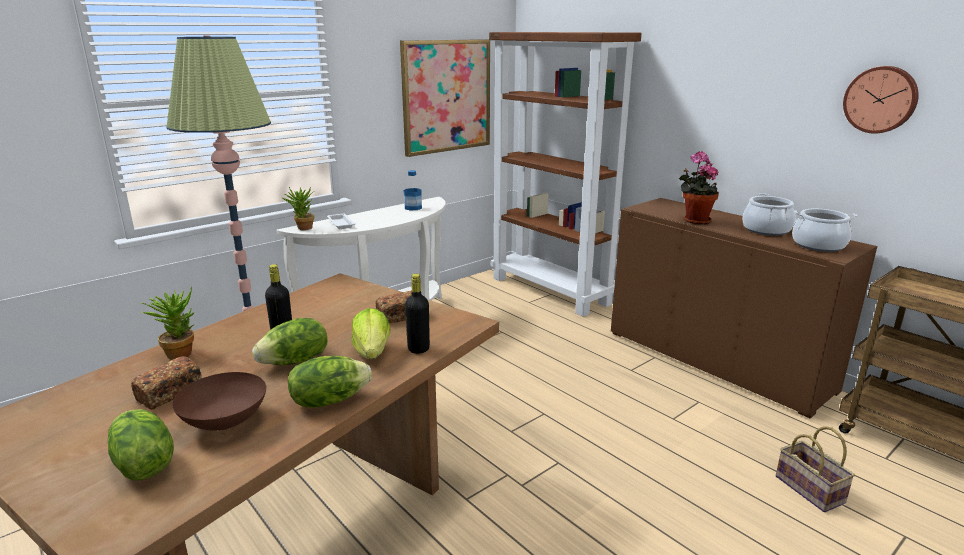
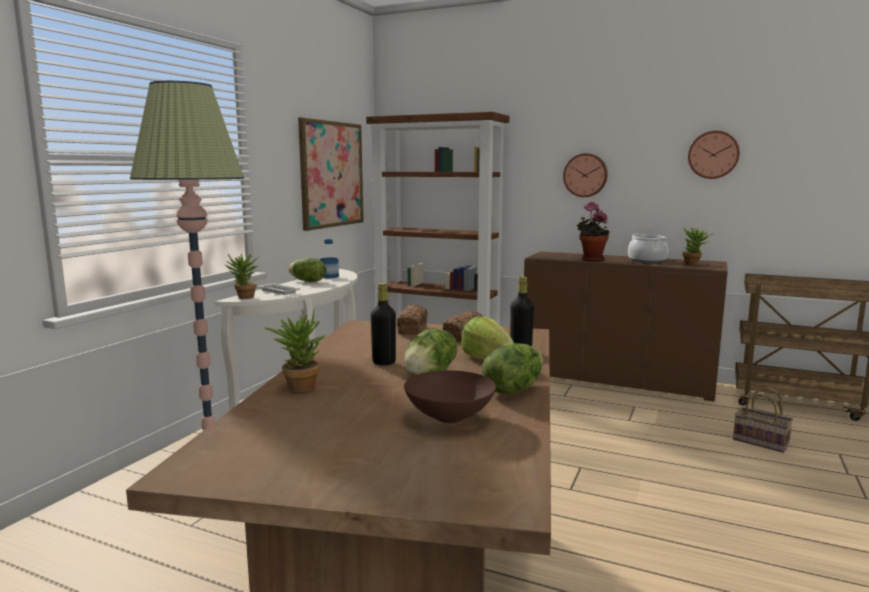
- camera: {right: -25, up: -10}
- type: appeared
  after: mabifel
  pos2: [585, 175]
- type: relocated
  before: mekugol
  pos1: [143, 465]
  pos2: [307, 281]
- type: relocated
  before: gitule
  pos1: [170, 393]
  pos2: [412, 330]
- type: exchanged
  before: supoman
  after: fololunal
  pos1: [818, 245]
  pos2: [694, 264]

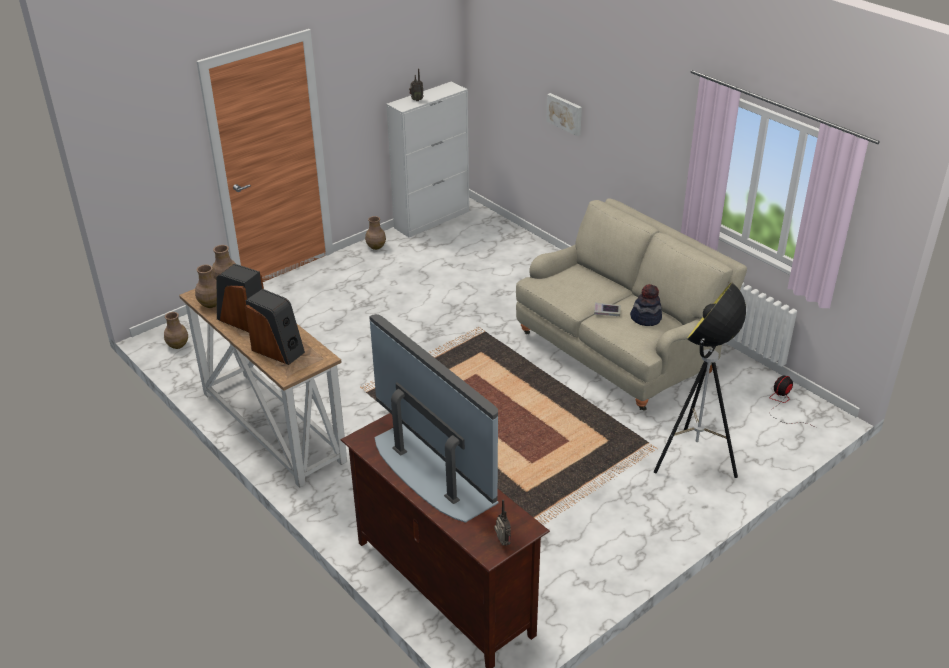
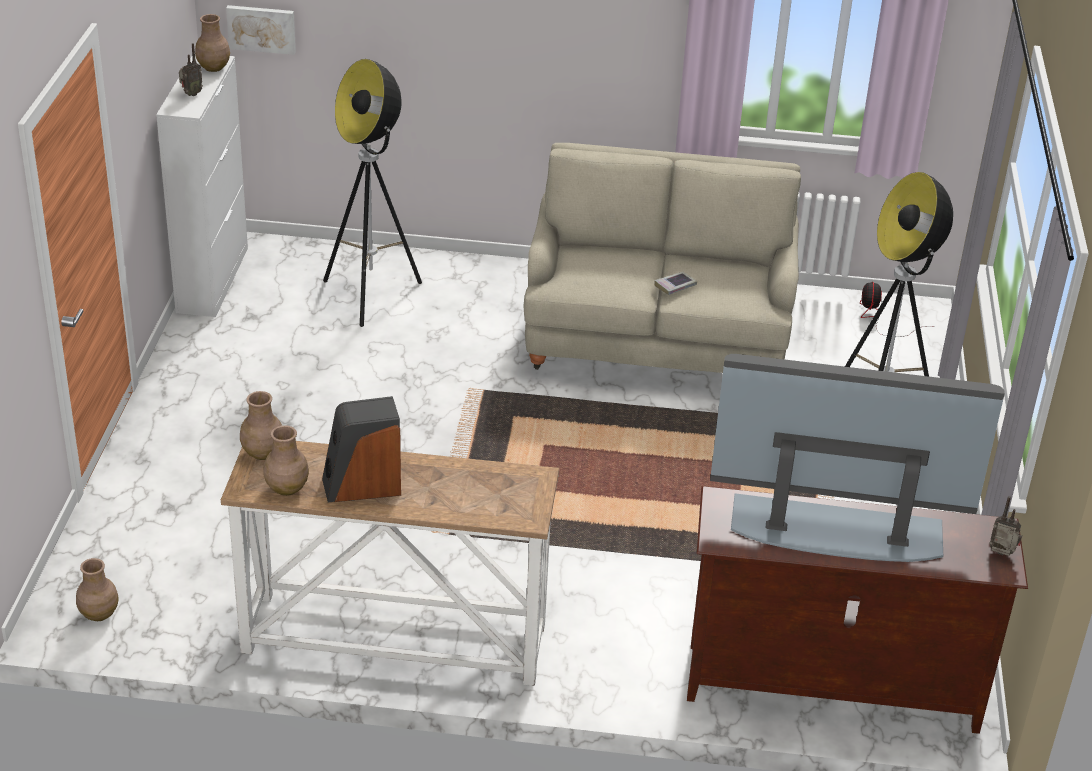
- camera: {right: -45, up: 0}
- type: missing
  before: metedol
  pos1: [278, 350]
- type: missing
  before: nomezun
  pos1: [646, 318]
- type: appeared
  after: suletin
  pos2: [372, 296]
- type: relocated
  before: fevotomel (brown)
  pos1: [376, 247]
  pos2: [213, 68]
- type: relocated
  before: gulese
  pos1: [565, 113]
  pos2: [262, 28]

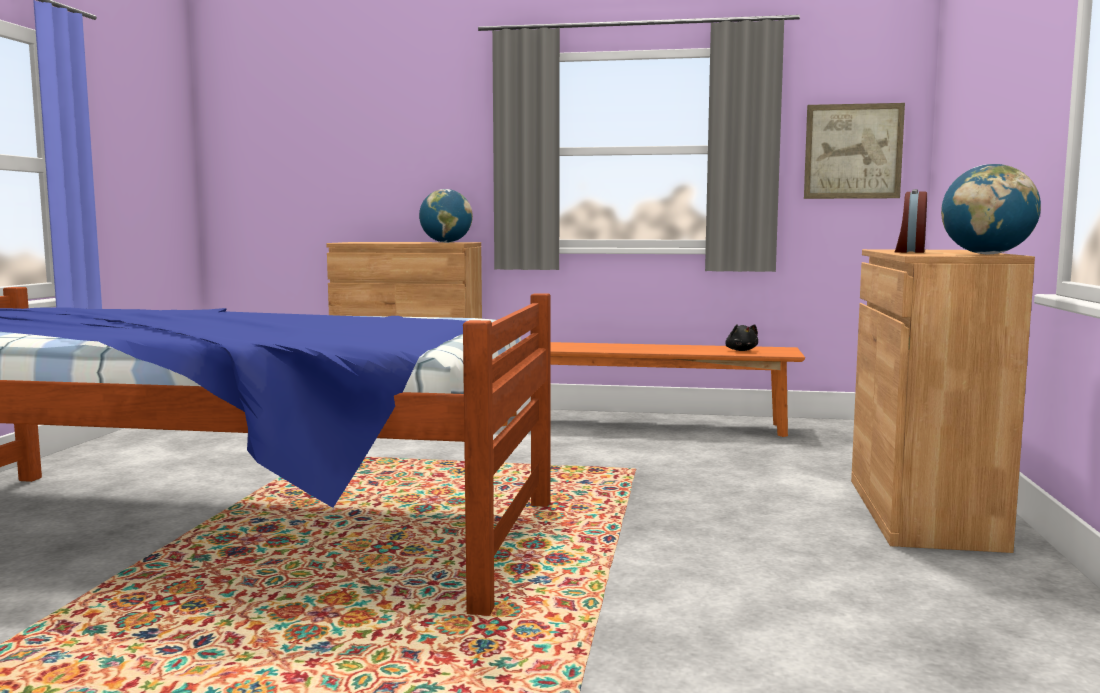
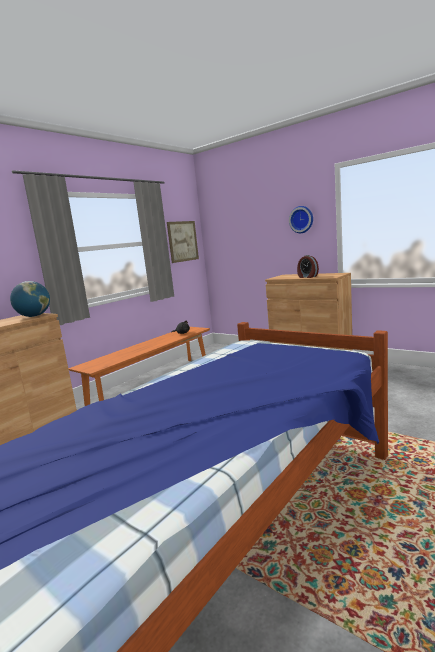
- camera: {right: -60, up: 5}
- type: missing
  before: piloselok
  pos1: [987, 254]
- type: appeared
  after: mabifel
  pos2: [301, 219]

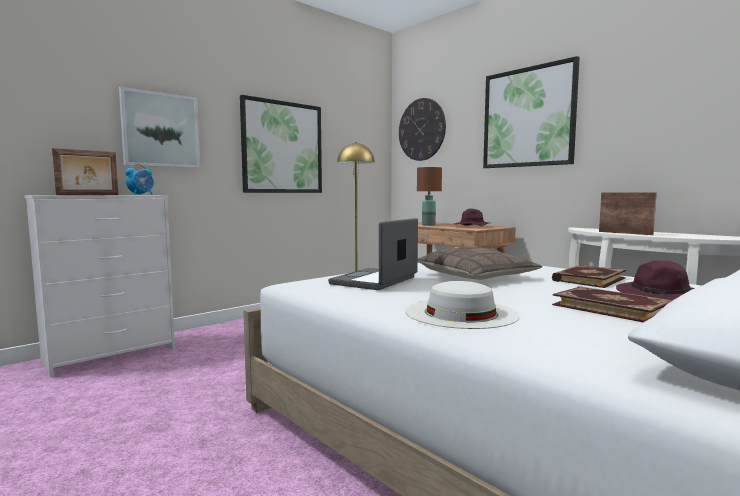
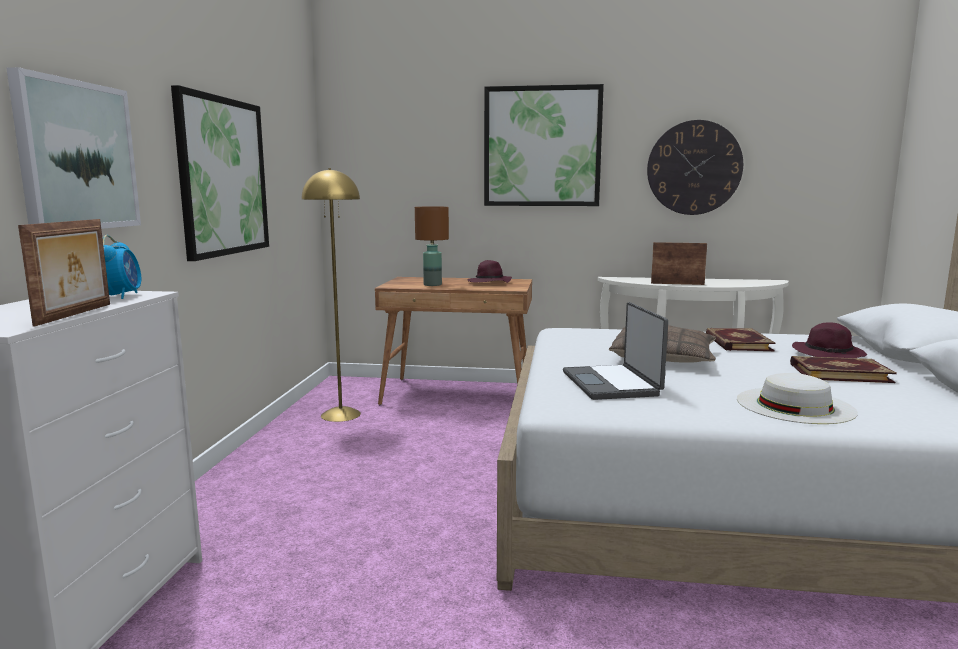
- camera: {right: -40, up: 5}
- type: relocated
  before: mabifel
  pos1: [421, 129]
  pos2: [694, 168]

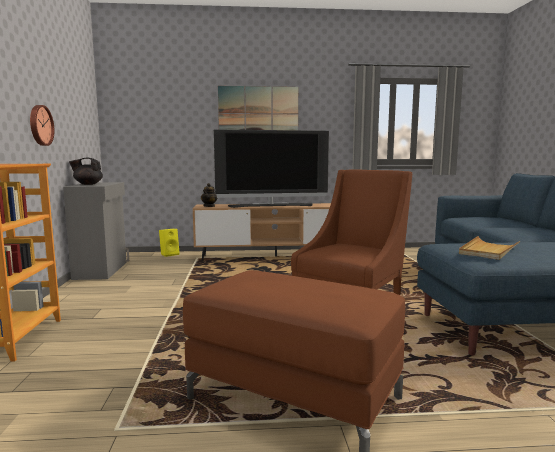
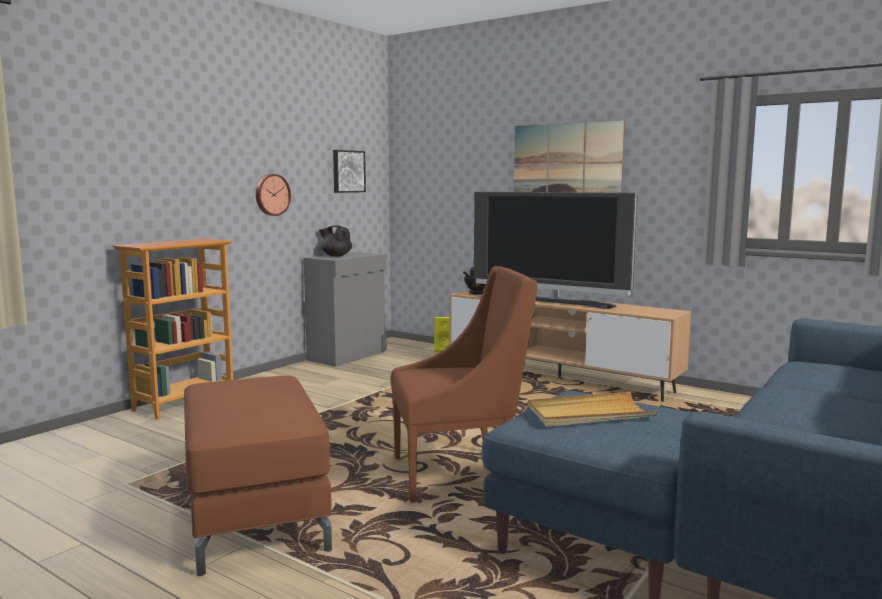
- camera: {right: 40, up: 0}
- type: appeared
  after: gulese
  pos2: [348, 171]

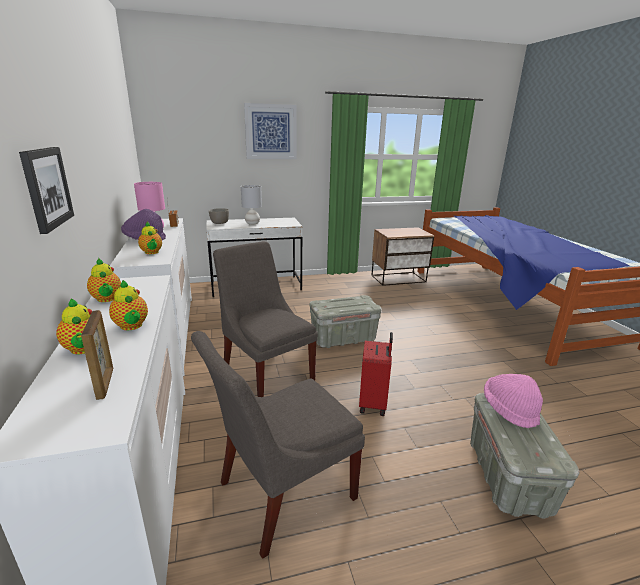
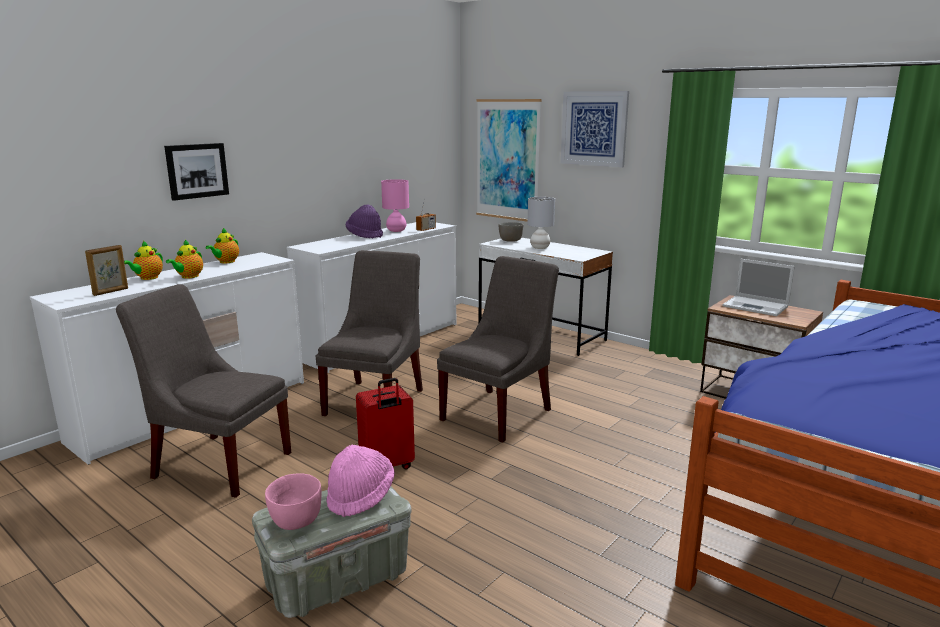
- camera: {right: 55, up: -5}
- type: missing
  before: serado
  pos1: [152, 252]
- type: appeared
  after: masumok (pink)
  pos2: [295, 521]
- type: appeared
  after: gulese
  pos2: [507, 160]
- type: appeared
  after: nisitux
  pos2: [756, 306]
- type: exchanged
  before: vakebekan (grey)
  after: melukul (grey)
  pos1: [343, 338]
  pos2: [499, 413]

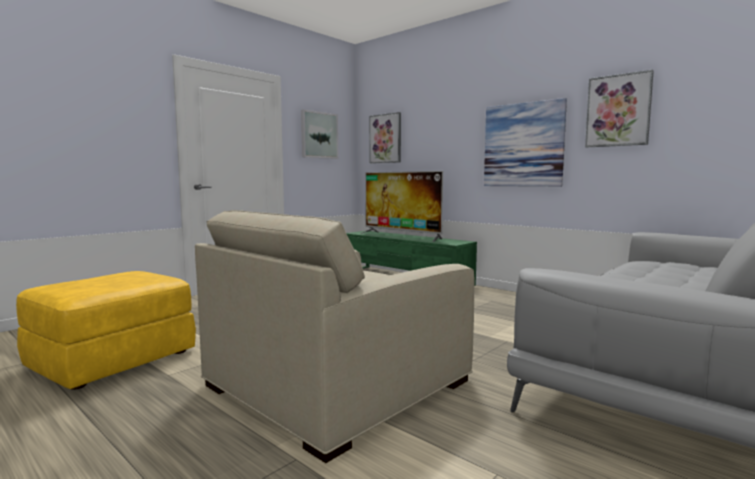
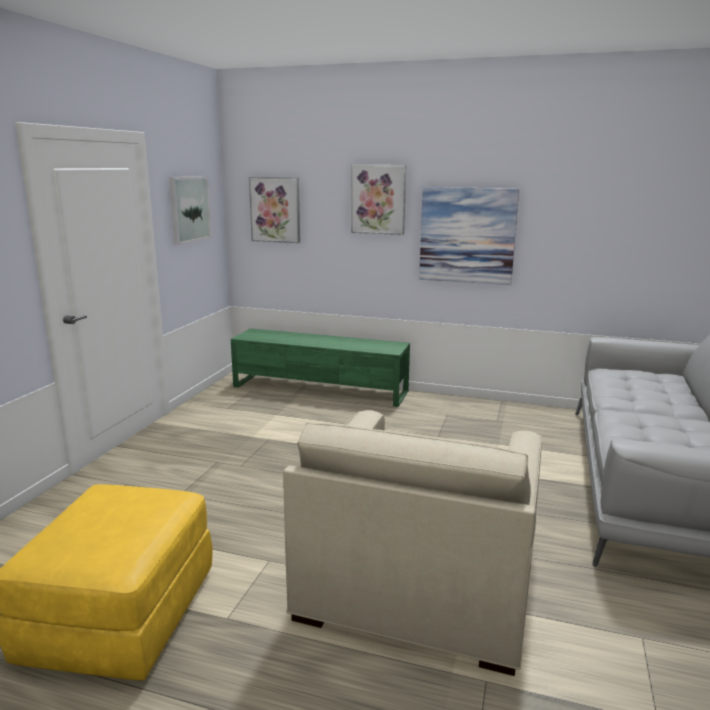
- camera: {right: -25, up: 10}
- type: missing
  before: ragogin
  pos1: [402, 236]
- type: relocated
  before: gulese
  pos1: [618, 110]
  pos2: [378, 199]

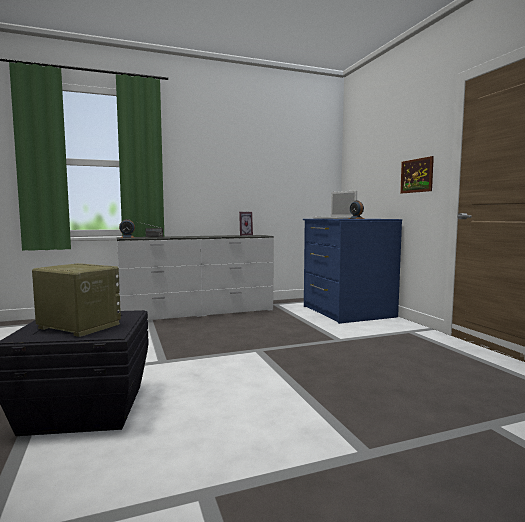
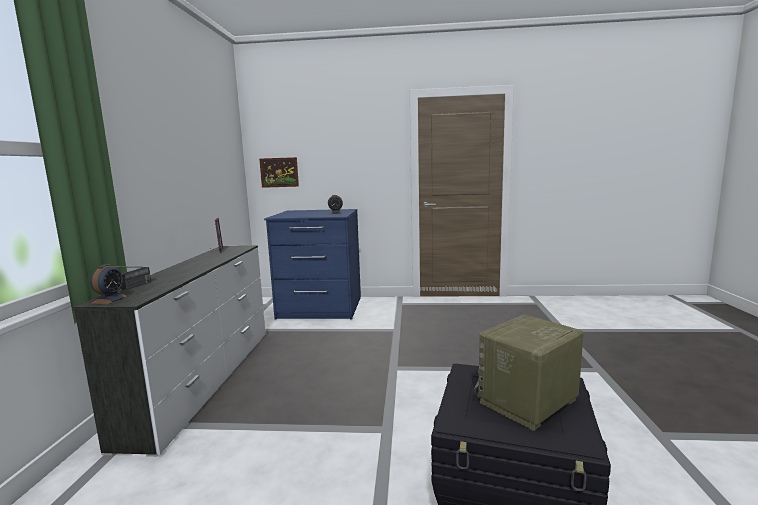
- camera: {right: -65, up: 5}
- type: missing
  before: nisitux
  pos1: [335, 218]
- type: relocated
  before: gulese
  pos1: [416, 175]
  pos2: [279, 172]

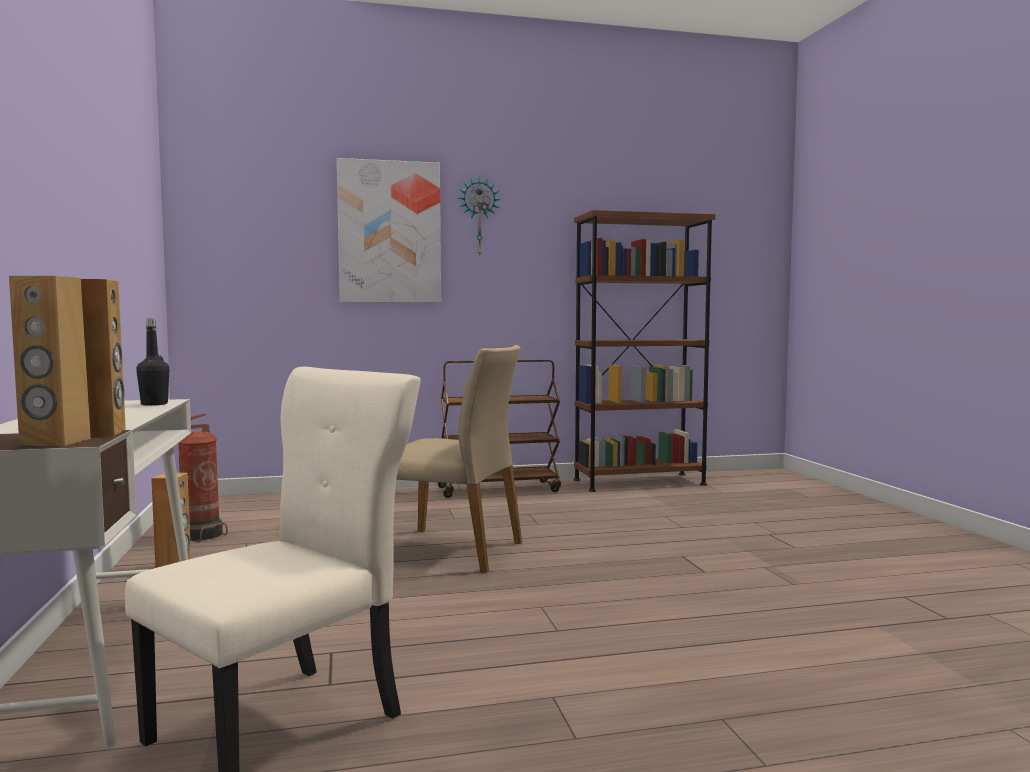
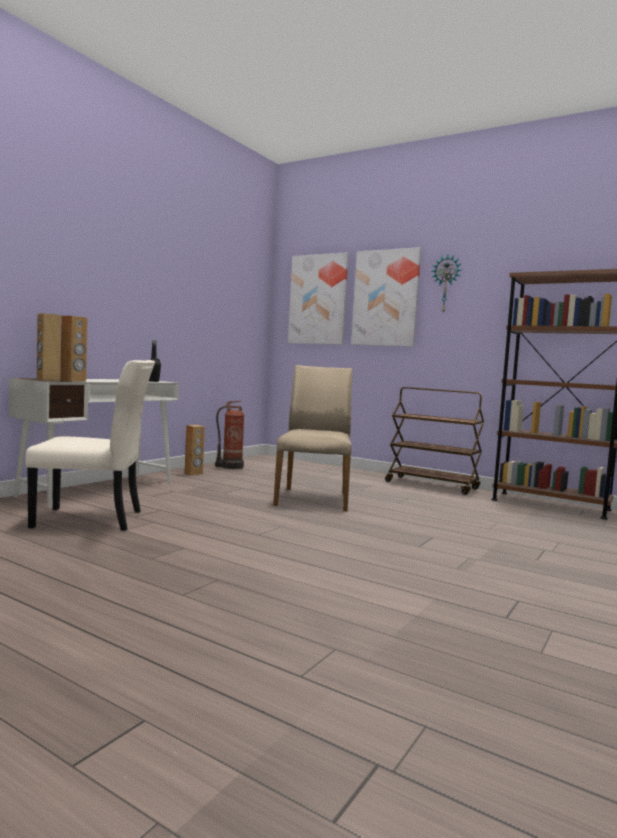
- camera: {right: 45, up: 0}
- type: appeared
  after: gulese
  pos2: [318, 299]
- type: spun
  before: melukul (beige)
  pos1: [451, 550]
  pos2: [313, 498]
  turn: -150

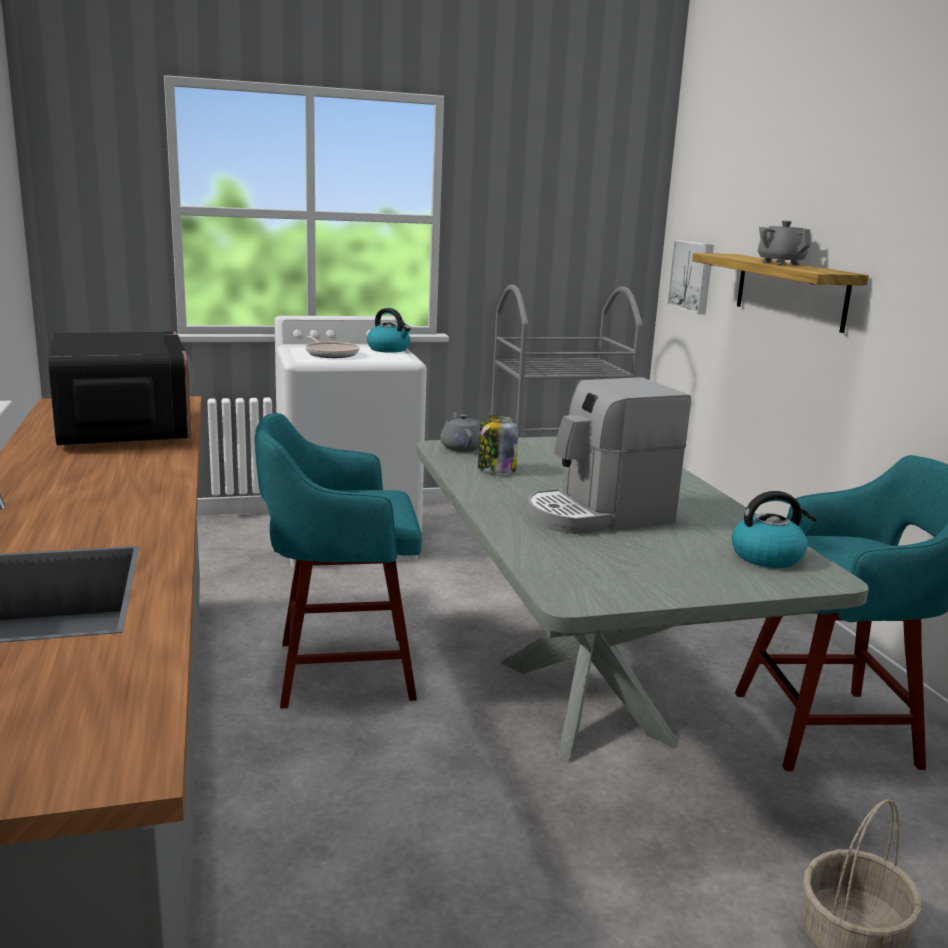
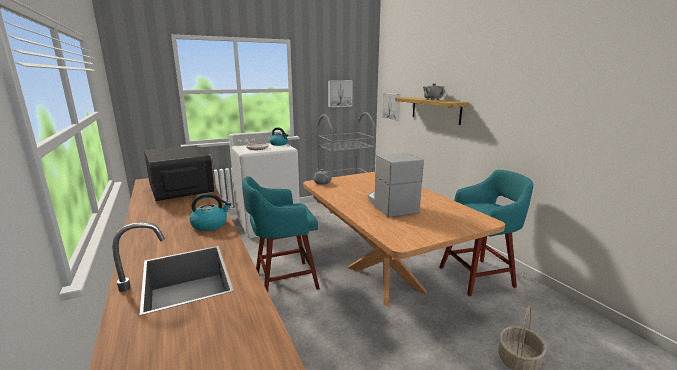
- camera: {right: -10, up: 0}
- type: missing
  before: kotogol
  pos1: [496, 470]
- type: appeared
  after: gulese
  pos2: [339, 93]
- type: relocated
  before: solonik
  pos1: [768, 556]
  pos2: [210, 225]
- type: colour
  before: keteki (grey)
  after: keteki (brown)
  pos1: [583, 701]
  pos2: [384, 279]
- type: spun
  before: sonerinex
  pos1: [598, 515]
  pos2: [390, 205]
  turn: 105

